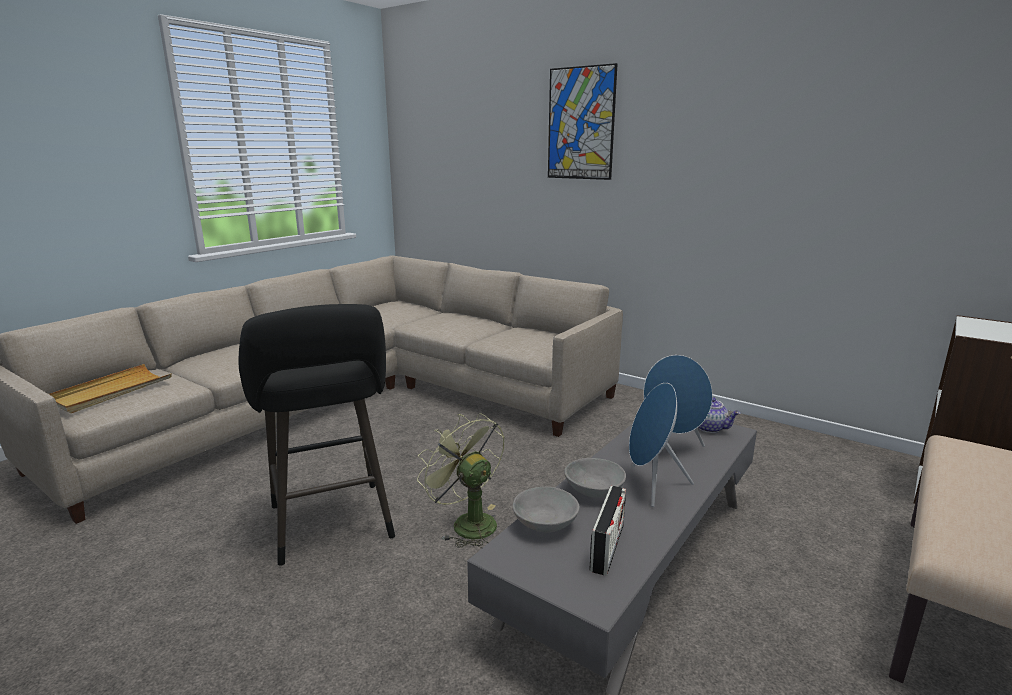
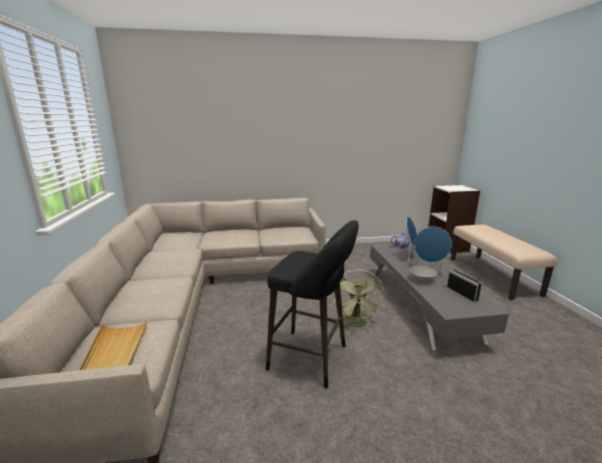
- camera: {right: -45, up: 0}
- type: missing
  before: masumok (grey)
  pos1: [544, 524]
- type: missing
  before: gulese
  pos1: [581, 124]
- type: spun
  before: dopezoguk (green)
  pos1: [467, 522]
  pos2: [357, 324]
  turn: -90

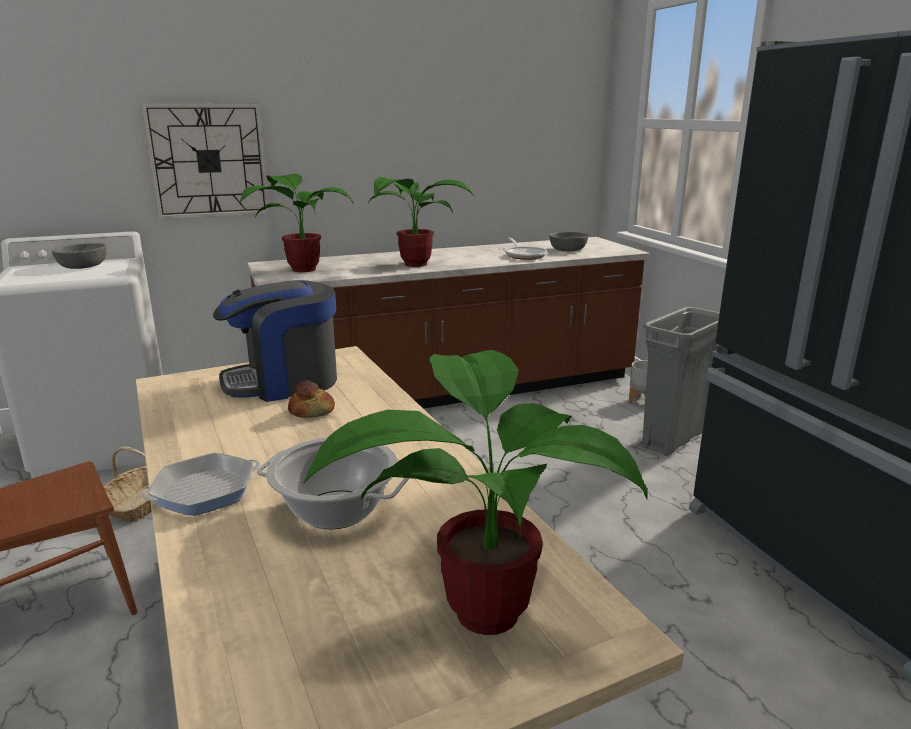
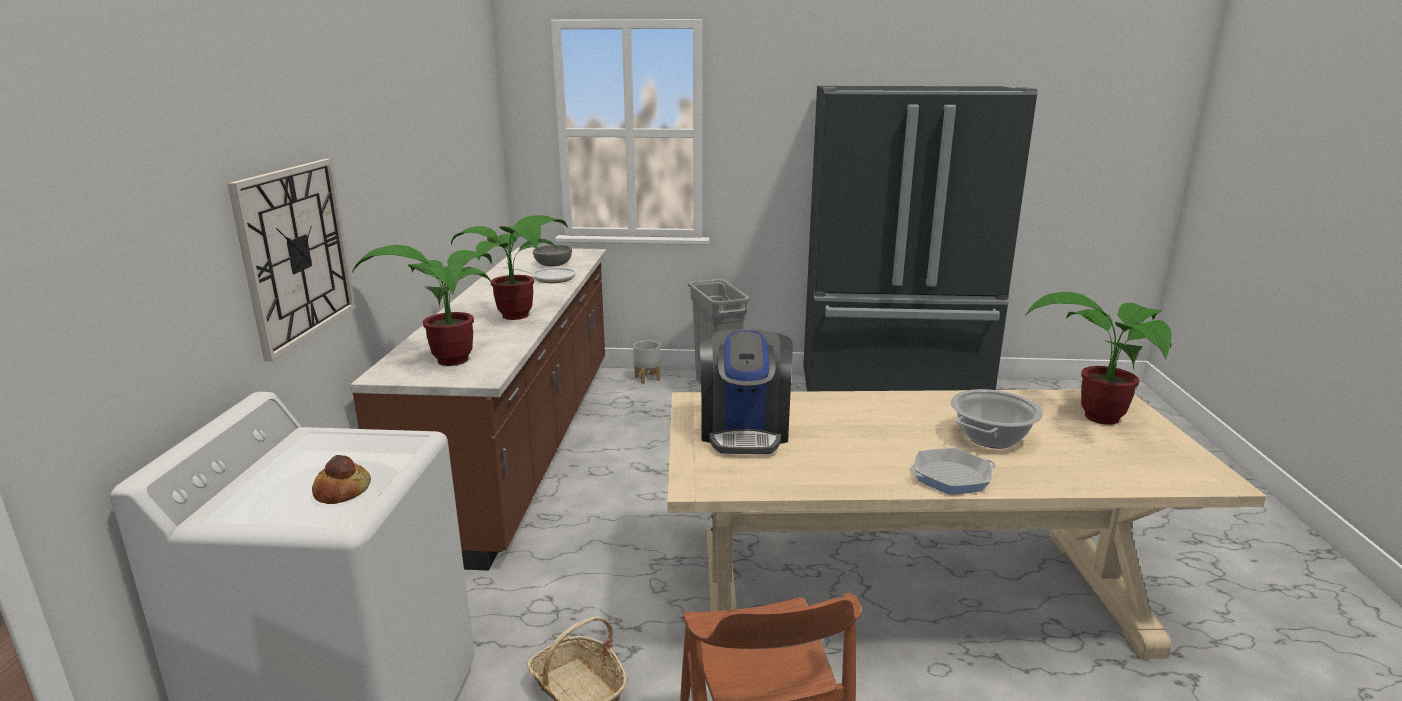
- camera: {right: -65, up: 0}
- type: missing
  before: masumok (grey)
  pos1: [82, 266]
- type: relocated
  before: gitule
  pos1: [312, 410]
  pos2: [342, 491]
- type: spun
  before: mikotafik
  pos1: [204, 491]
  pos2: [951, 477]
  turn: 90

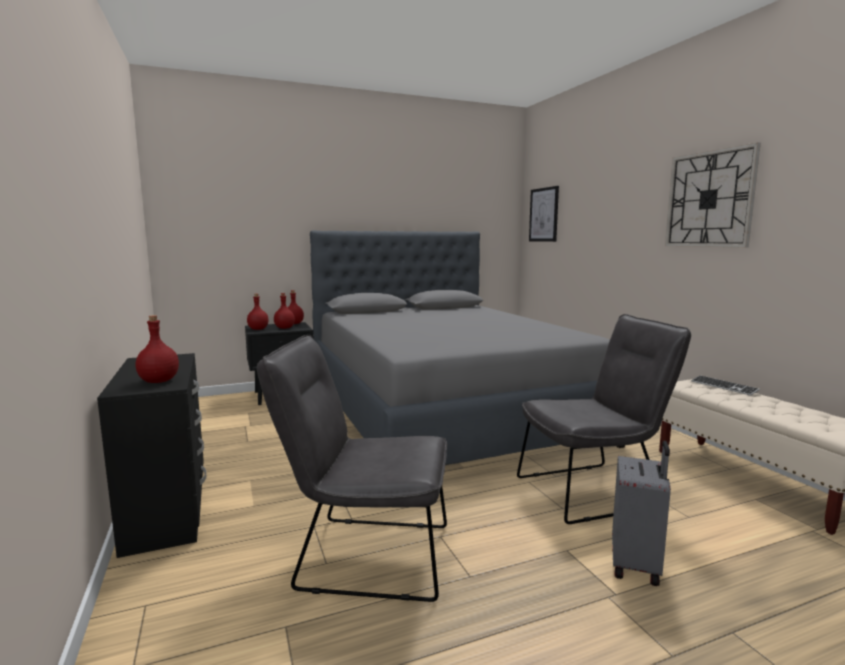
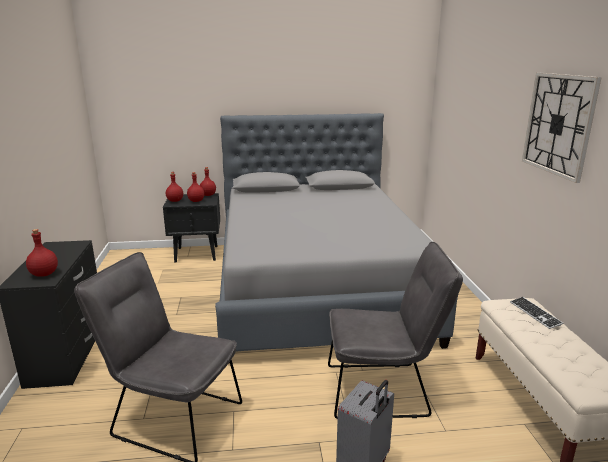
- camera: {right: 15, up: 10}
- type: missing
  before: gulese
  pos1: [544, 214]

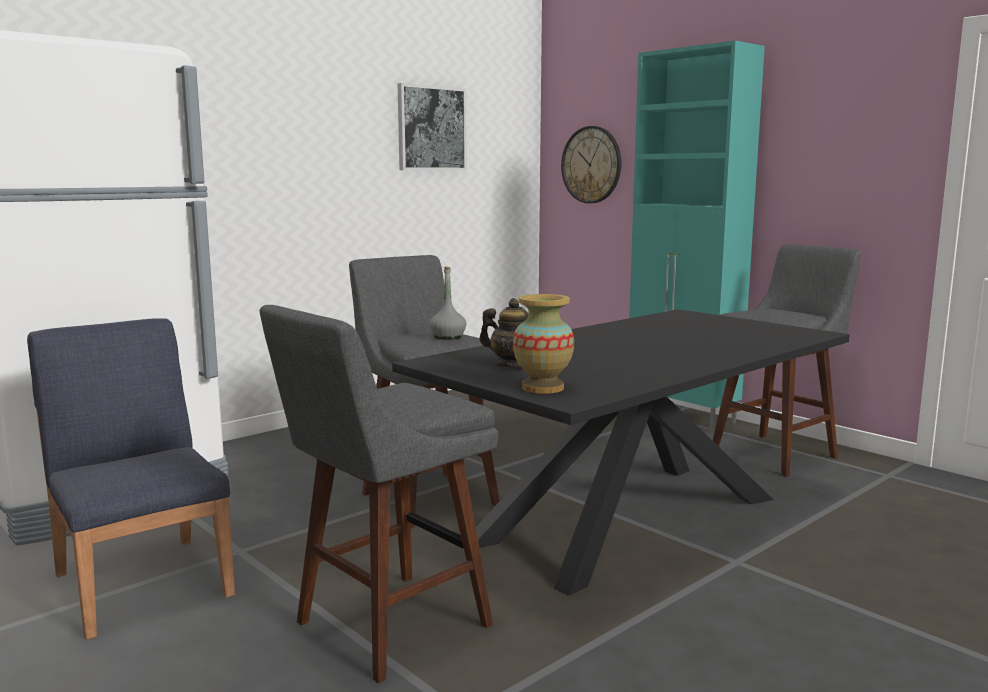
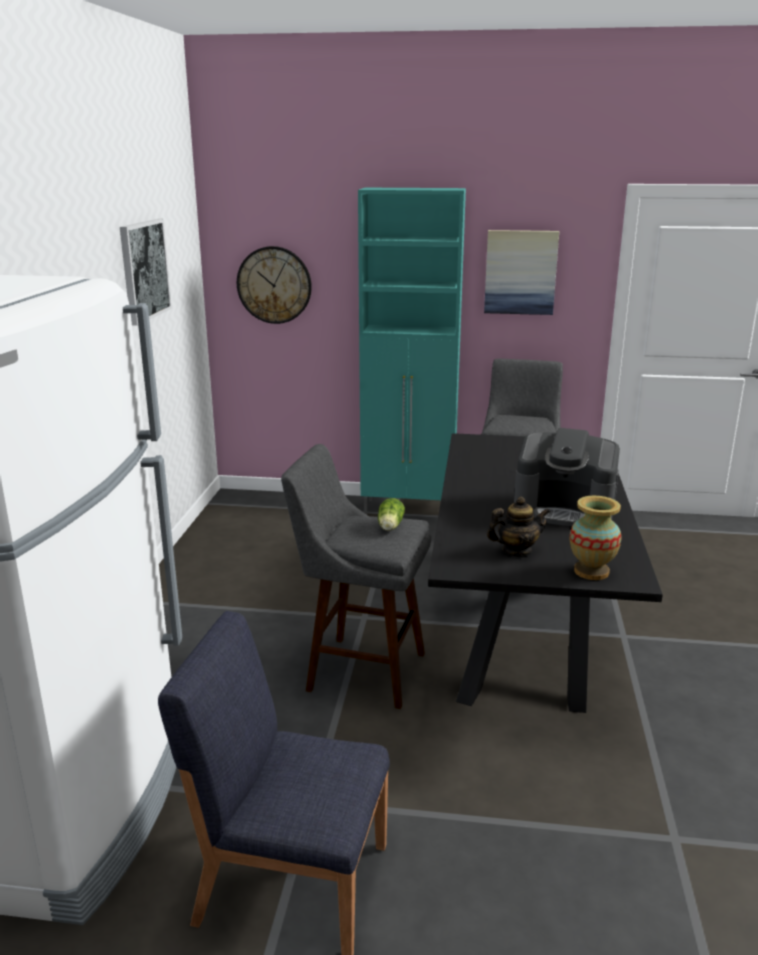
- camera: {right: -40, up: 10}
- type: missing
  before: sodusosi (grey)
  pos1: [385, 627]
- type: appeared
  after: gulese
  pos2: [520, 272]
- type: appeared
  after: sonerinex
  pos2: [564, 510]
- type: exchanged
  before: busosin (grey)
  after: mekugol
  pos1: [448, 337]
  pos2: [390, 527]

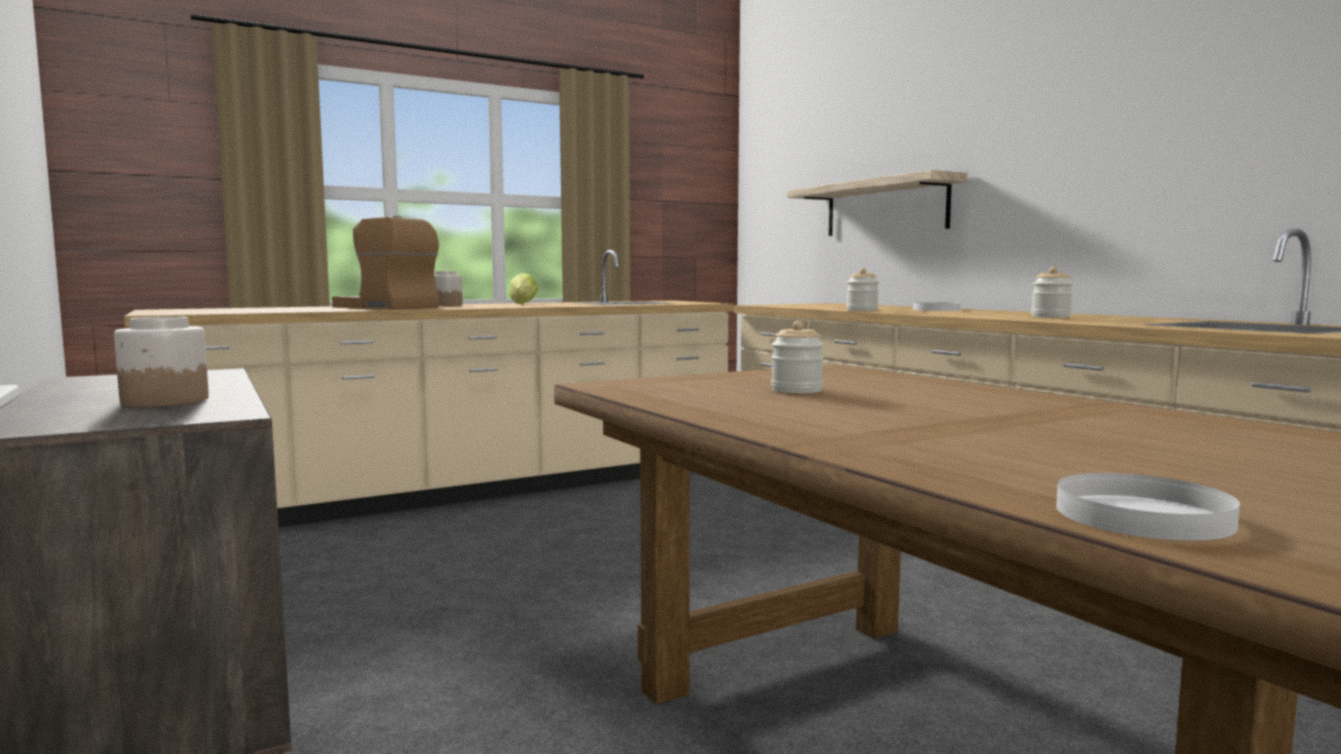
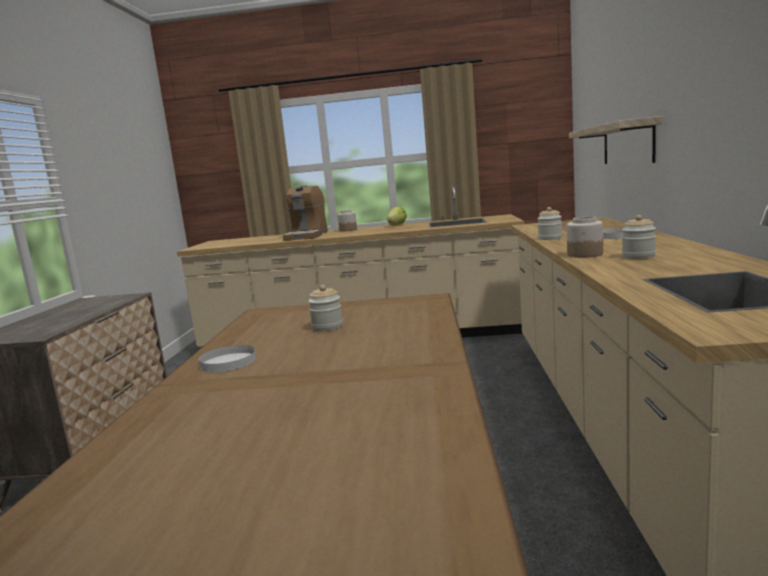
- camera: {right: 35, up: 5}
- type: relocated
  before: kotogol
  pos1: [164, 401]
  pos2: [584, 254]
- type: relocated
  before: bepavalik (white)
  pos1: [1144, 516]
  pos2: [228, 362]
- type: spun
  before: sonerinex
  pos1: [387, 307]
  pos2: [307, 236]
  turn: -150

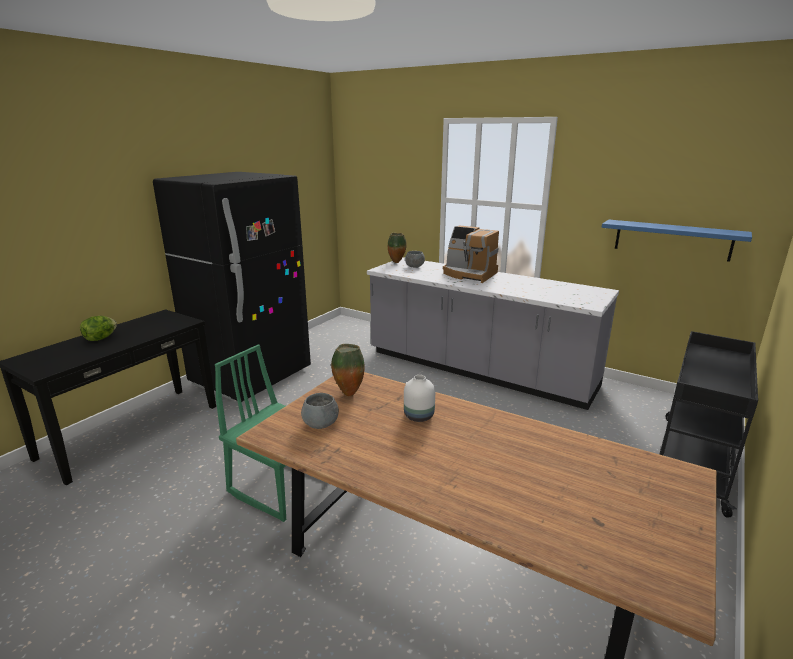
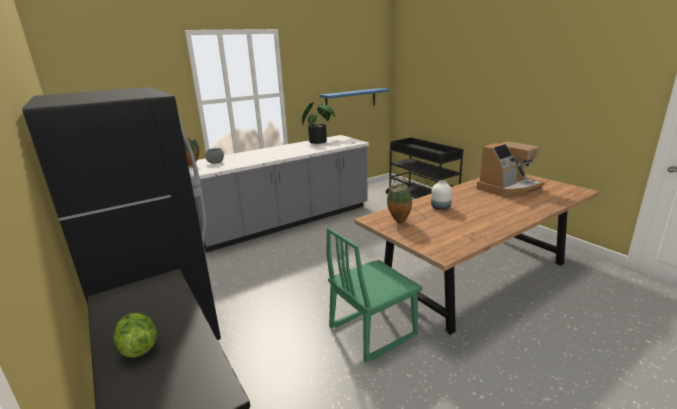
- camera: {right: -65, up: 0}
- type: missing
  before: masumok (grey)
  pos1: [321, 424]
- type: appeared
  after: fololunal
  pos2: [320, 141]
- type: relocated
  before: sonerinex
  pos1: [469, 274]
  pos2: [508, 188]

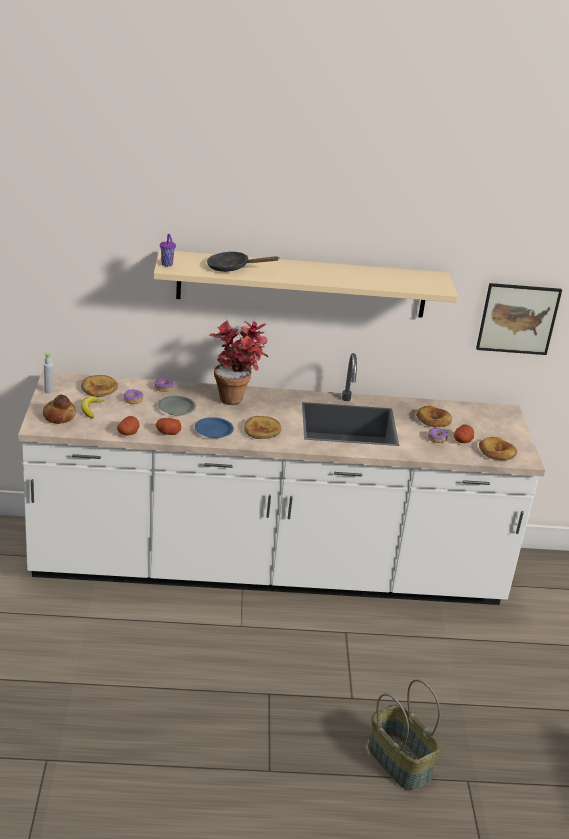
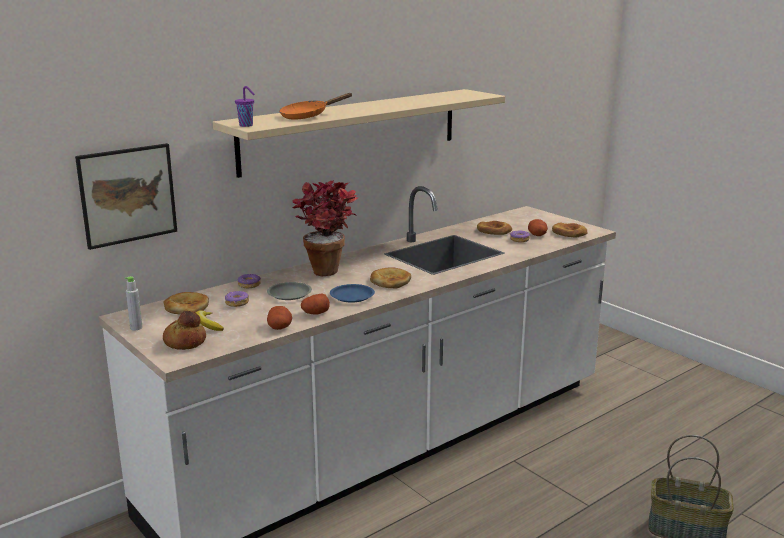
- camera: {right: -35, up: -10}
- type: relocated
  before: gulese
  pos1: [518, 318]
  pos2: [127, 195]
- type: colour
  before: mikotafik (black)
  after: mikotafik (orange)
  pos1: [232, 268]
  pos2: [308, 116]

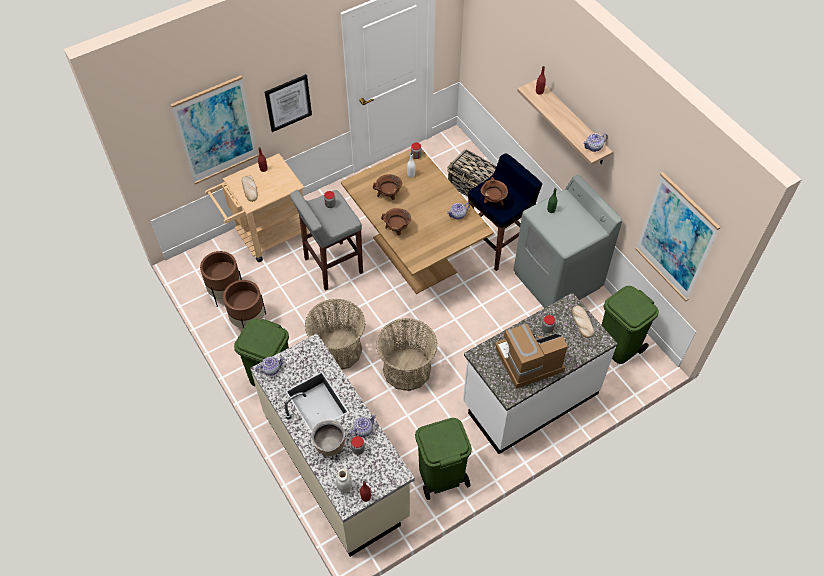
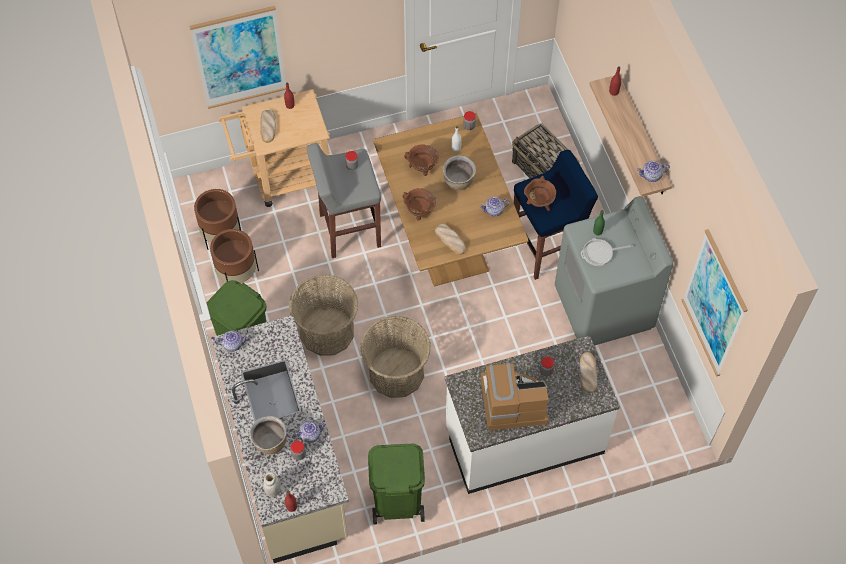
- camera: {right: 15, up: 5}
- type: missing
  before: gulese
  pos1: [288, 103]
- type: missing
  before: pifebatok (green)
  pos1: [618, 346]
- type: appeared
  after: gitule
  pos2: [450, 240]
- type: appeared
  after: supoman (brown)
  pos2: [458, 182]
- type: appeared
  after: mikotafik
  pos2: [600, 253]

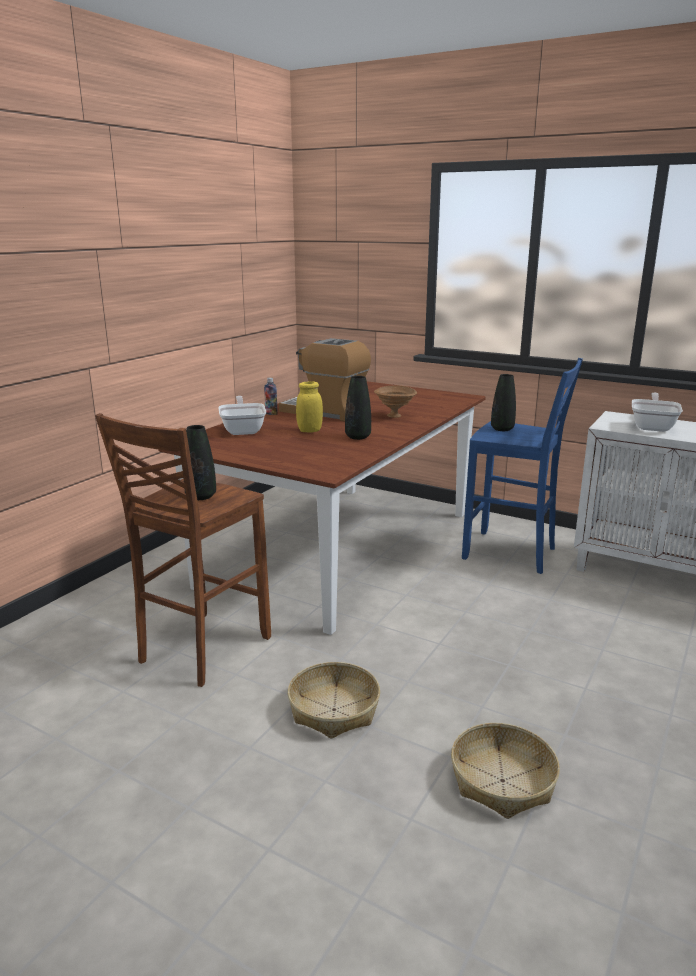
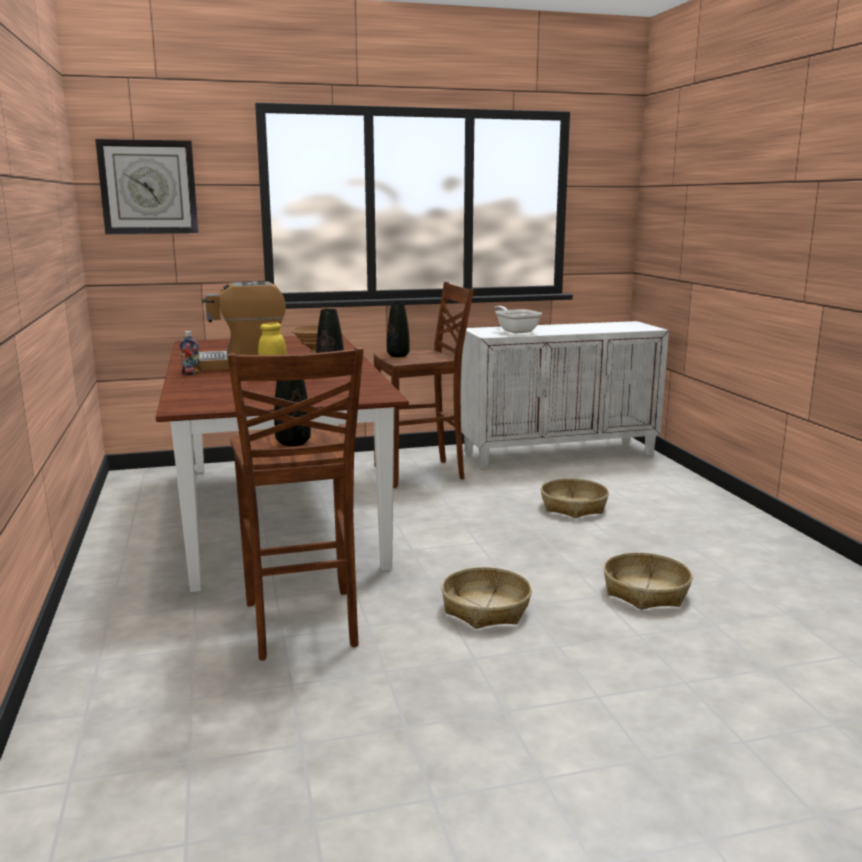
- camera: {right: -45, up: -5}
- type: missing
  before: mikotafik
  pos1: [243, 430]
- type: appeared
  after: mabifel
  pos2: [148, 187]
- type: appeared
  after: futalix
  pos2: [574, 507]
- type: colour
  before: sodusosi (blue)
  after: sodusosi (brown)
  pos1: [511, 553]
  pos2: [422, 473]

